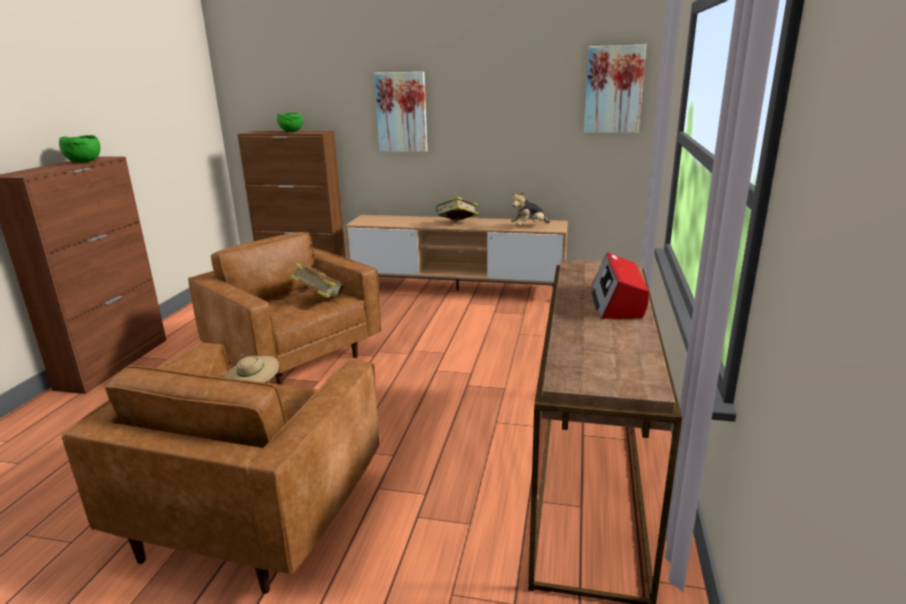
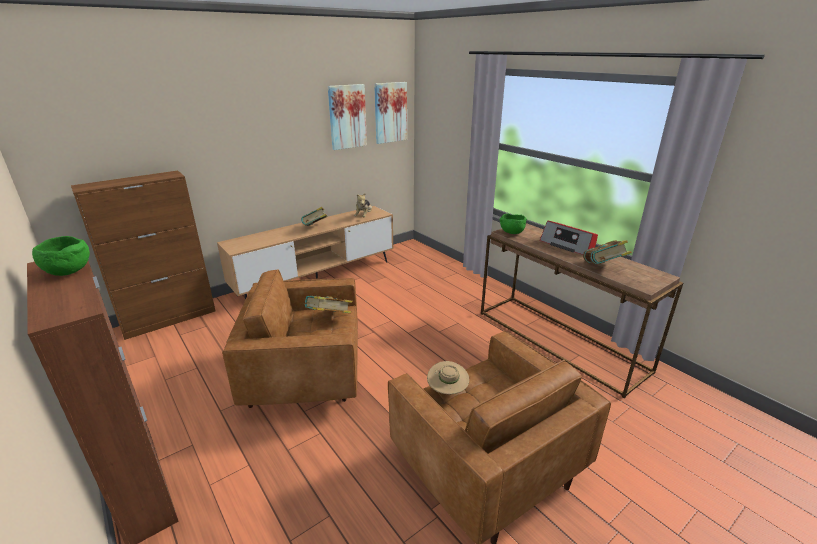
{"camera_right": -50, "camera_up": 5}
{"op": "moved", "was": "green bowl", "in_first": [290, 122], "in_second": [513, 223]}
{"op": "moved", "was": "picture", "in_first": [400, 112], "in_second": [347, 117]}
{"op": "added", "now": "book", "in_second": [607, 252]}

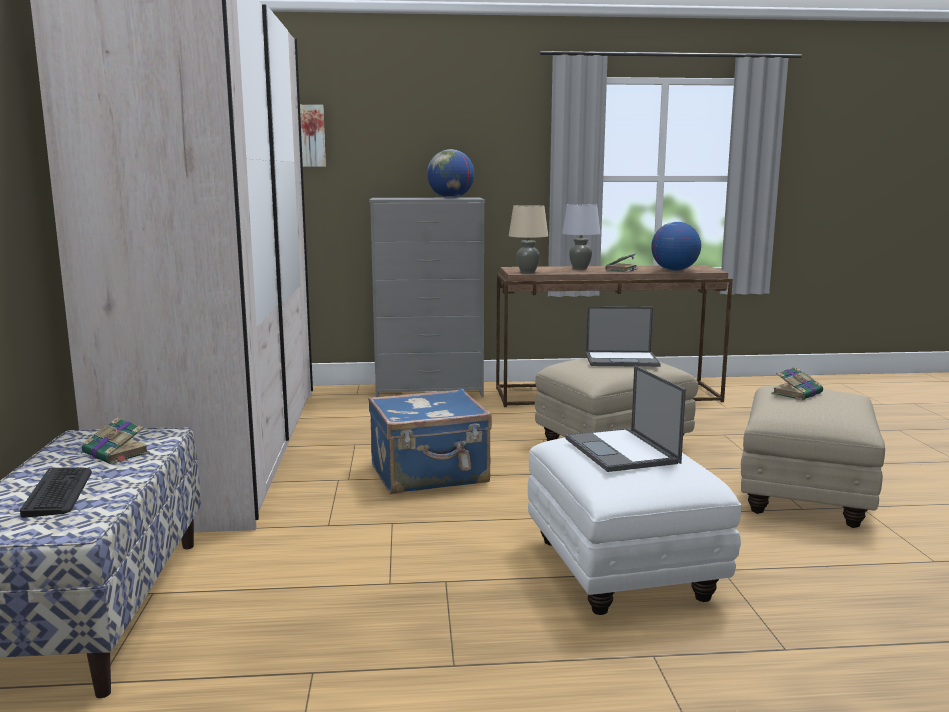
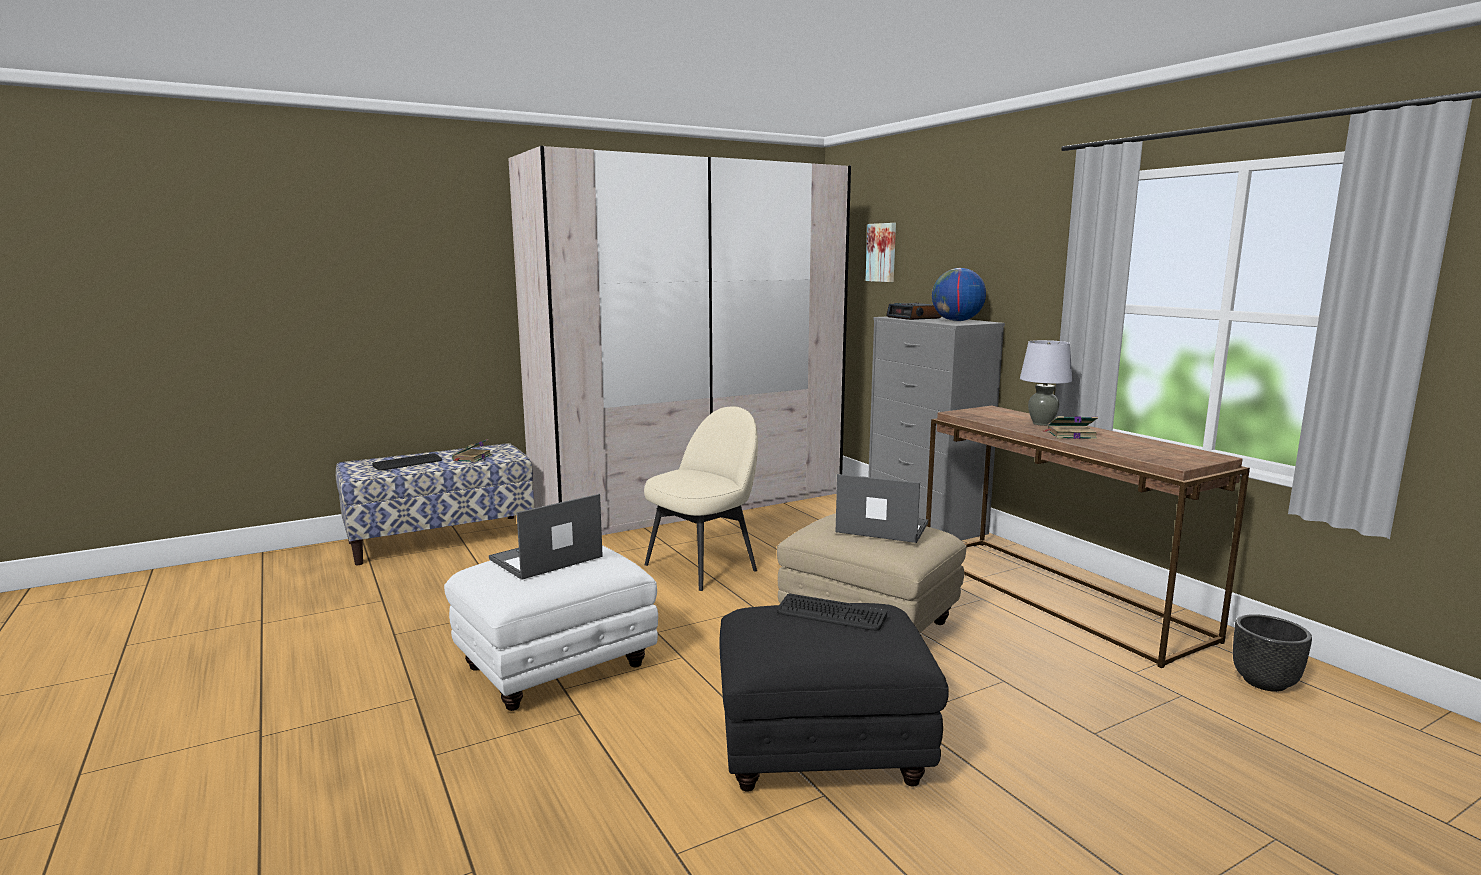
{"camera_right": 65, "camera_up": 0}
{"op": "replaced", "was": "blue suitcase", "now": "beige chair", "in_first": [430, 441], "in_second": [701, 498]}
{"op": "removed", "was": "beige table lamp", "in_first": [528, 239]}
{"op": "turned", "was": "laptop", "in_first": [623, 336], "in_second": [882, 508], "clockwise": 135}
{"op": "removed", "was": "globe", "in_first": [676, 246]}
{"op": "recoloured", "was": "beige ottoman", "now": "black ottoman", "in_first": [813, 457], "in_second": [834, 697]}
{"op": "replaced", "was": "book", "now": "keyboard", "in_first": [797, 383], "in_second": [832, 612]}
{"op": "added", "now": "alarm clock", "in_second": [913, 311]}
{"op": "added", "now": "black planter", "in_second": [1272, 653]}

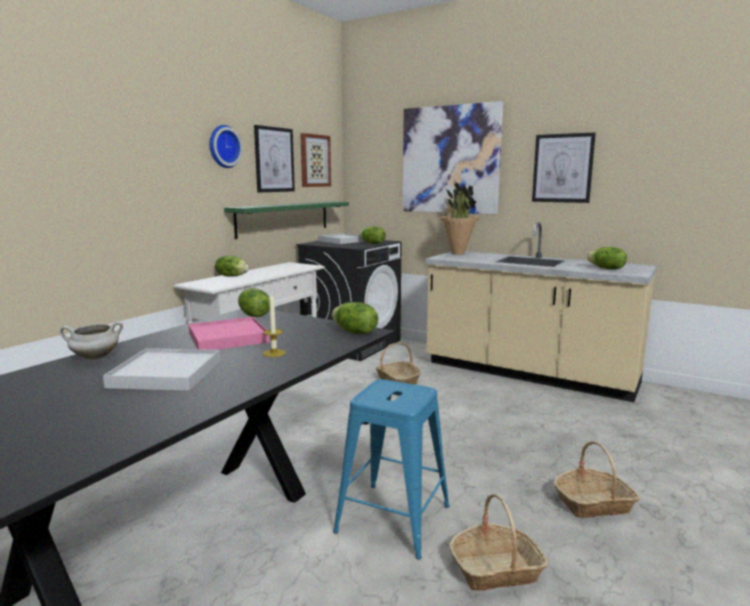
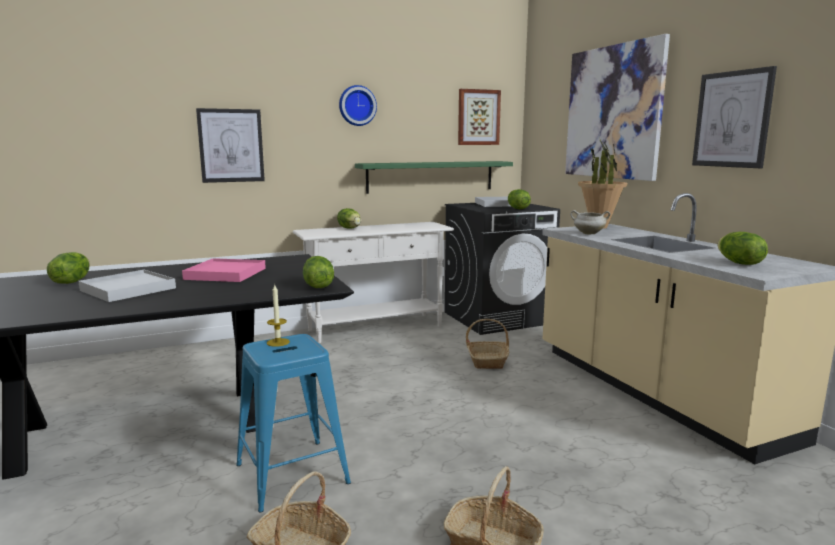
{"camera_right": 35, "camera_up": 0}
{"op": "moved", "was": "white cooking pot", "in_first": [91, 340], "in_second": [590, 222]}
{"op": "moved", "was": "lettuce", "in_first": [254, 302], "in_second": [68, 268]}
{"op": "moved", "was": "picture", "in_first": [274, 158], "in_second": [230, 145]}
{"op": "moved", "was": "candle", "in_first": [274, 325], "in_second": [278, 316]}

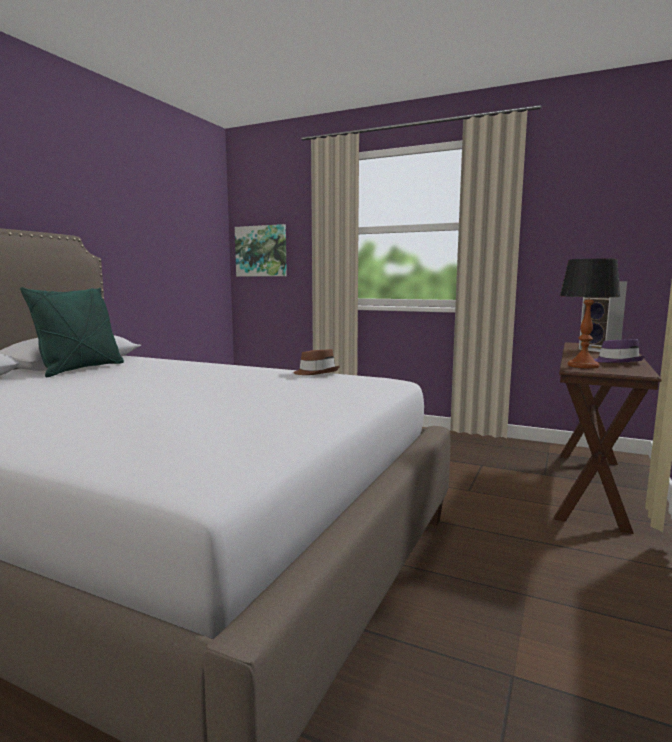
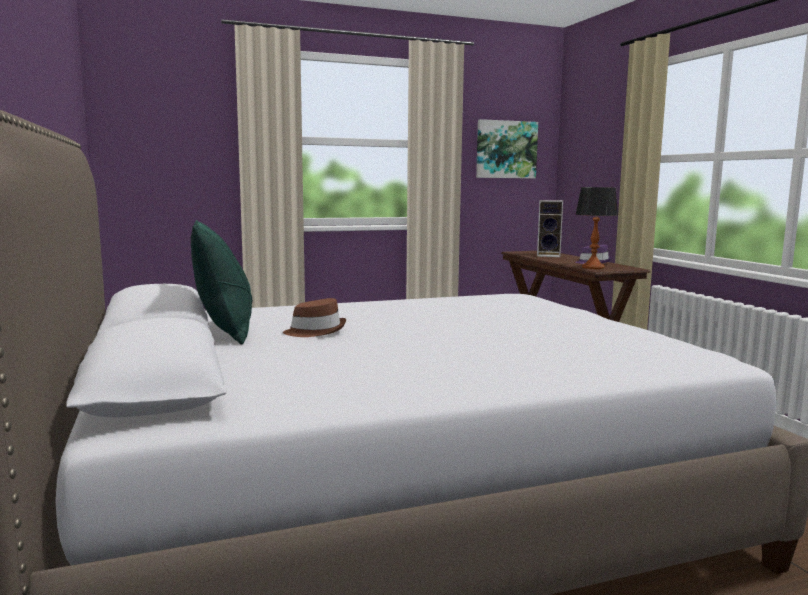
{"camera_right": -45, "camera_up": 0}
{"op": "moved", "was": "picture", "in_first": [261, 250], "in_second": [507, 148]}
{"op": "moved", "was": "brown hat", "in_first": [317, 362], "in_second": [314, 317]}

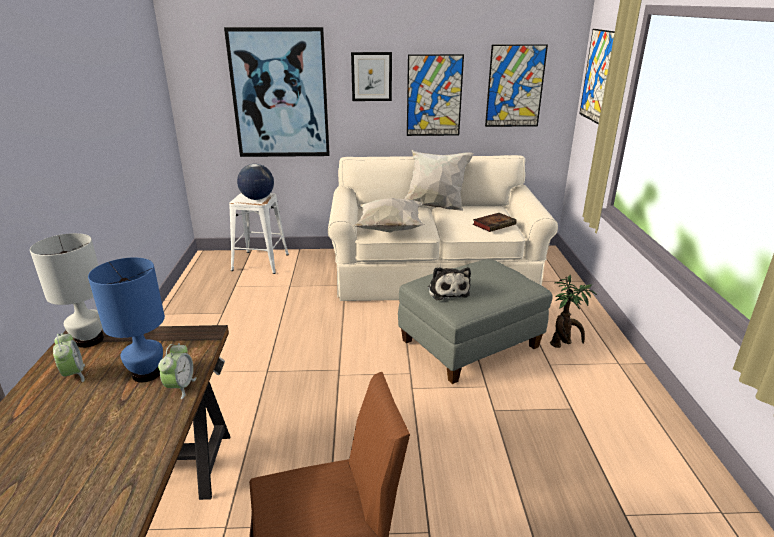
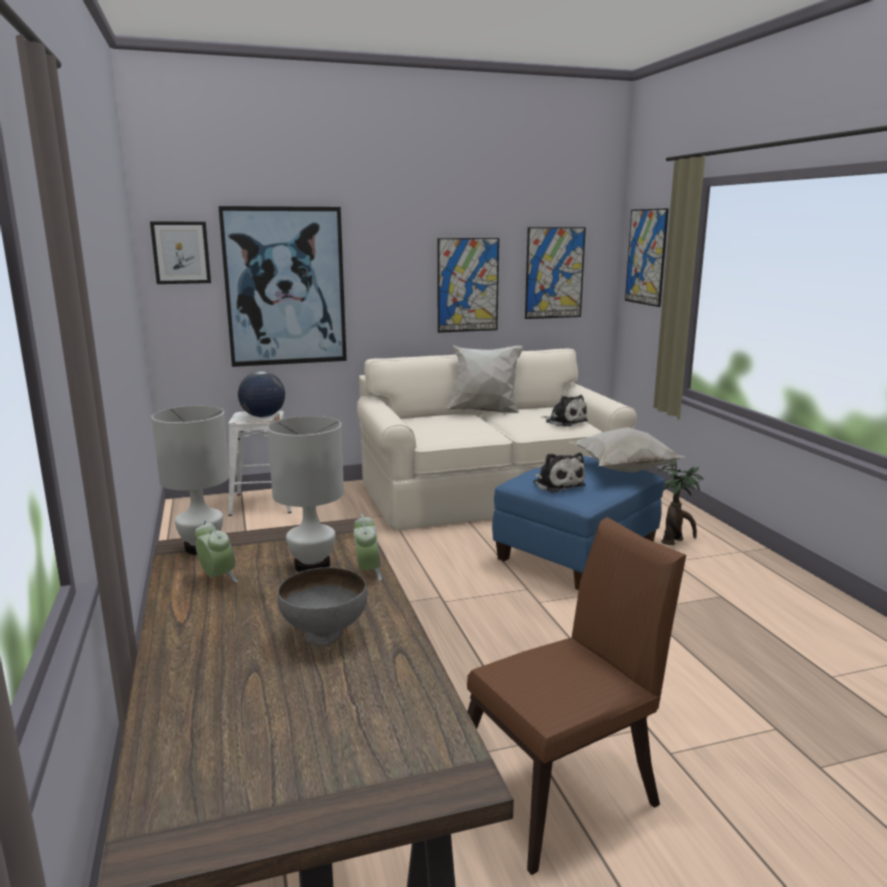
{"camera_right": -15, "camera_up": -10}
{"op": "recoloured", "was": "blue table lamp", "now": "white table lamp", "in_first": [126, 319], "in_second": [305, 494]}
{"op": "moved", "was": "picture", "in_first": [371, 76], "in_second": [180, 253]}
{"op": "moved", "was": "white pillow", "in_first": [388, 215], "in_second": [627, 450]}
{"op": "recoloured", "was": "grey ottoman", "now": "blue ottoman", "in_first": [475, 321], "in_second": [578, 523]}
{"op": "replaced", "was": "book", "now": "plush toy", "in_first": [494, 222], "in_second": [565, 411]}
{"op": "added", "now": "grey bowl", "in_second": [322, 606]}

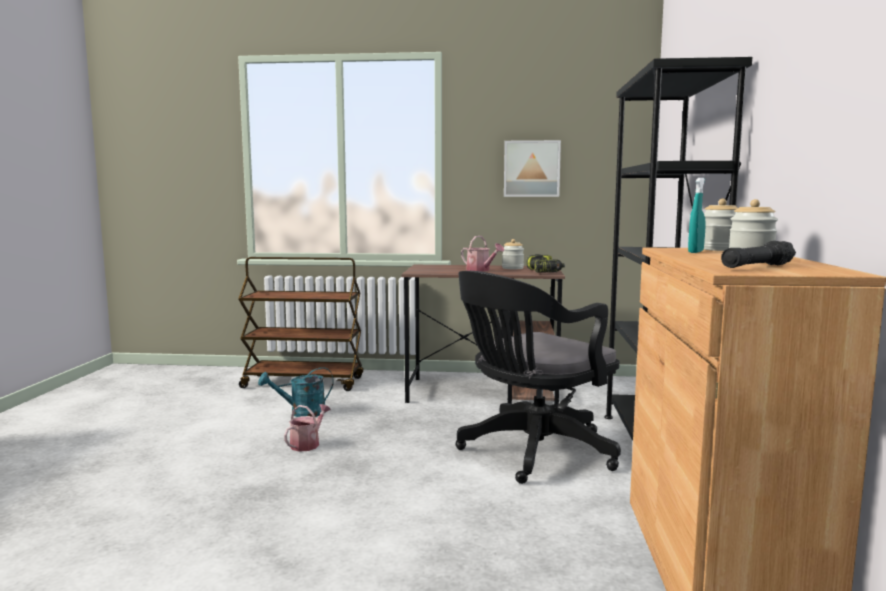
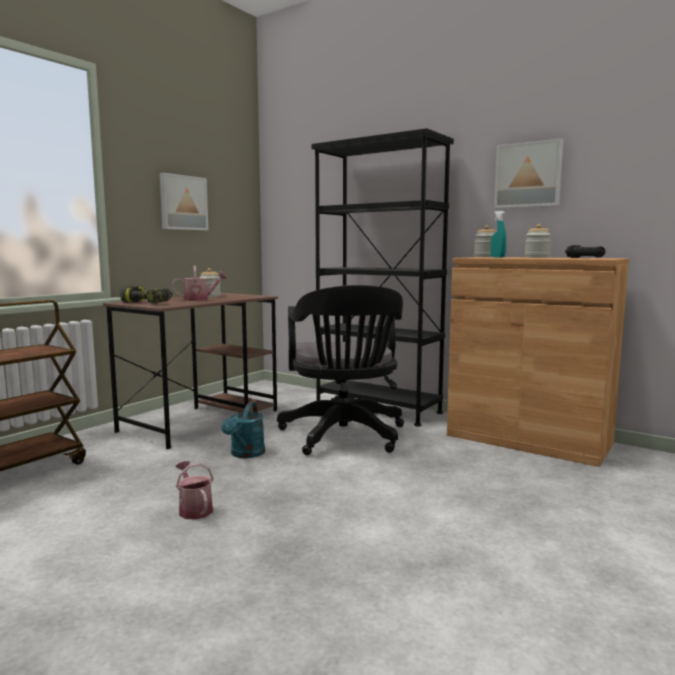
{"camera_right": -60, "camera_up": 0}
{"op": "moved", "was": "turquoise watering can", "in_first": [296, 392], "in_second": [243, 430]}
{"op": "moved", "was": "power drill", "in_first": [545, 263], "in_second": [146, 294]}
{"op": "added", "now": "picture", "in_second": [528, 173]}

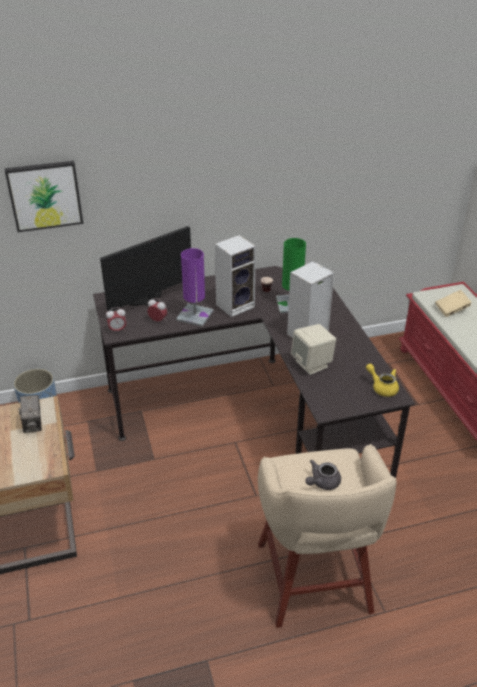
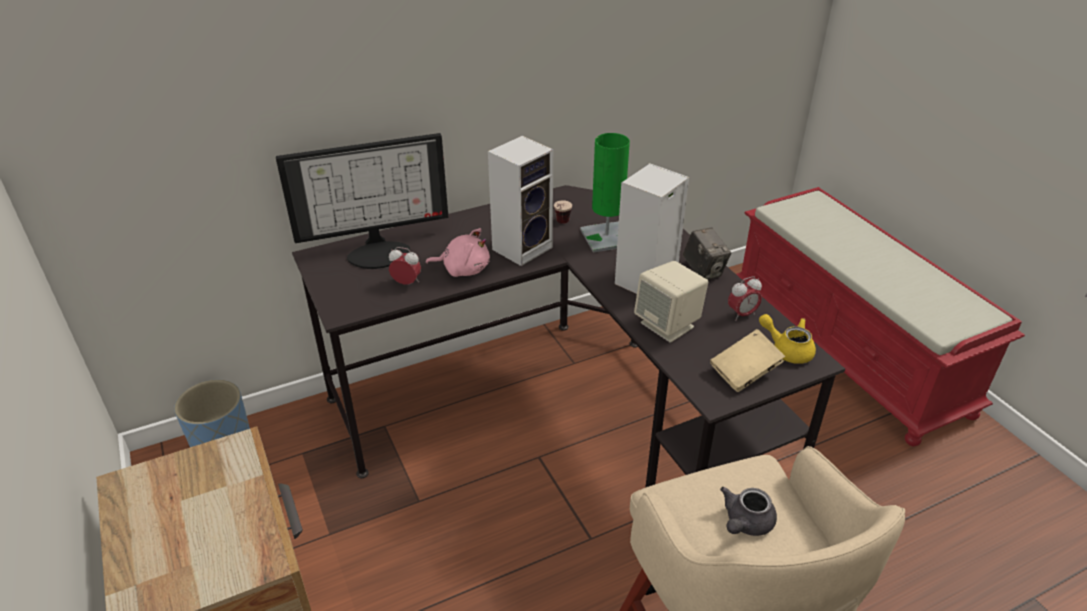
{"camera_right": -10, "camera_up": 0}
{"op": "removed", "was": "picture", "in_first": [44, 196]}
{"op": "moved", "was": "photo camera", "in_first": [30, 414], "in_second": [707, 254]}
{"op": "turned", "was": "monitor", "in_first": [145, 268], "in_second": [362, 201], "clockwise": -150}
{"op": "moved", "was": "alarm clock", "in_first": [116, 320], "in_second": [745, 298]}
{"op": "replaced", "was": "purple table lamp", "now": "pink plush toy", "in_first": [195, 287], "in_second": [458, 252]}
{"op": "moved", "was": "beige book", "in_first": [453, 303], "in_second": [747, 360]}

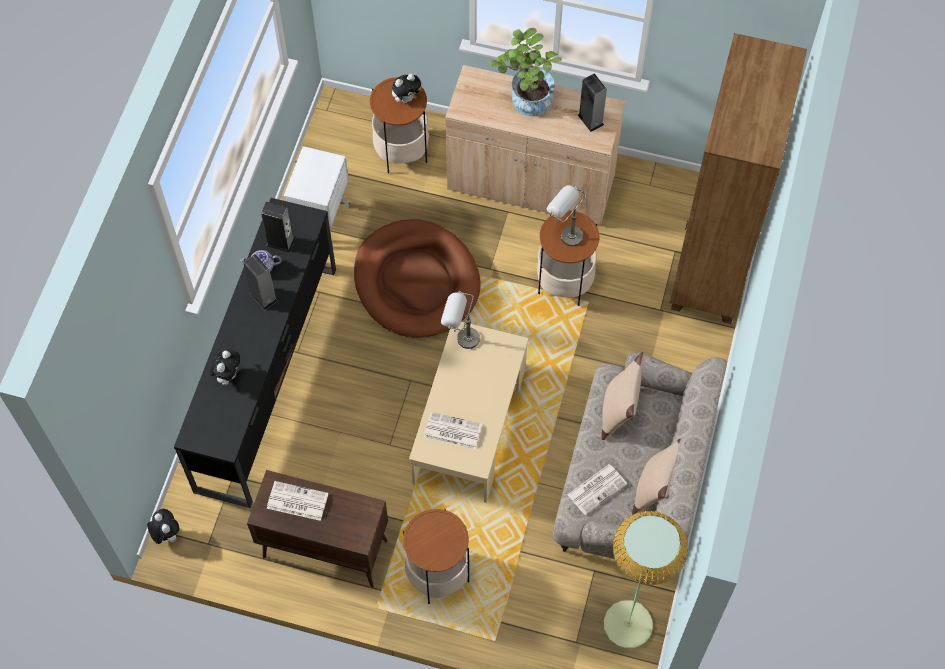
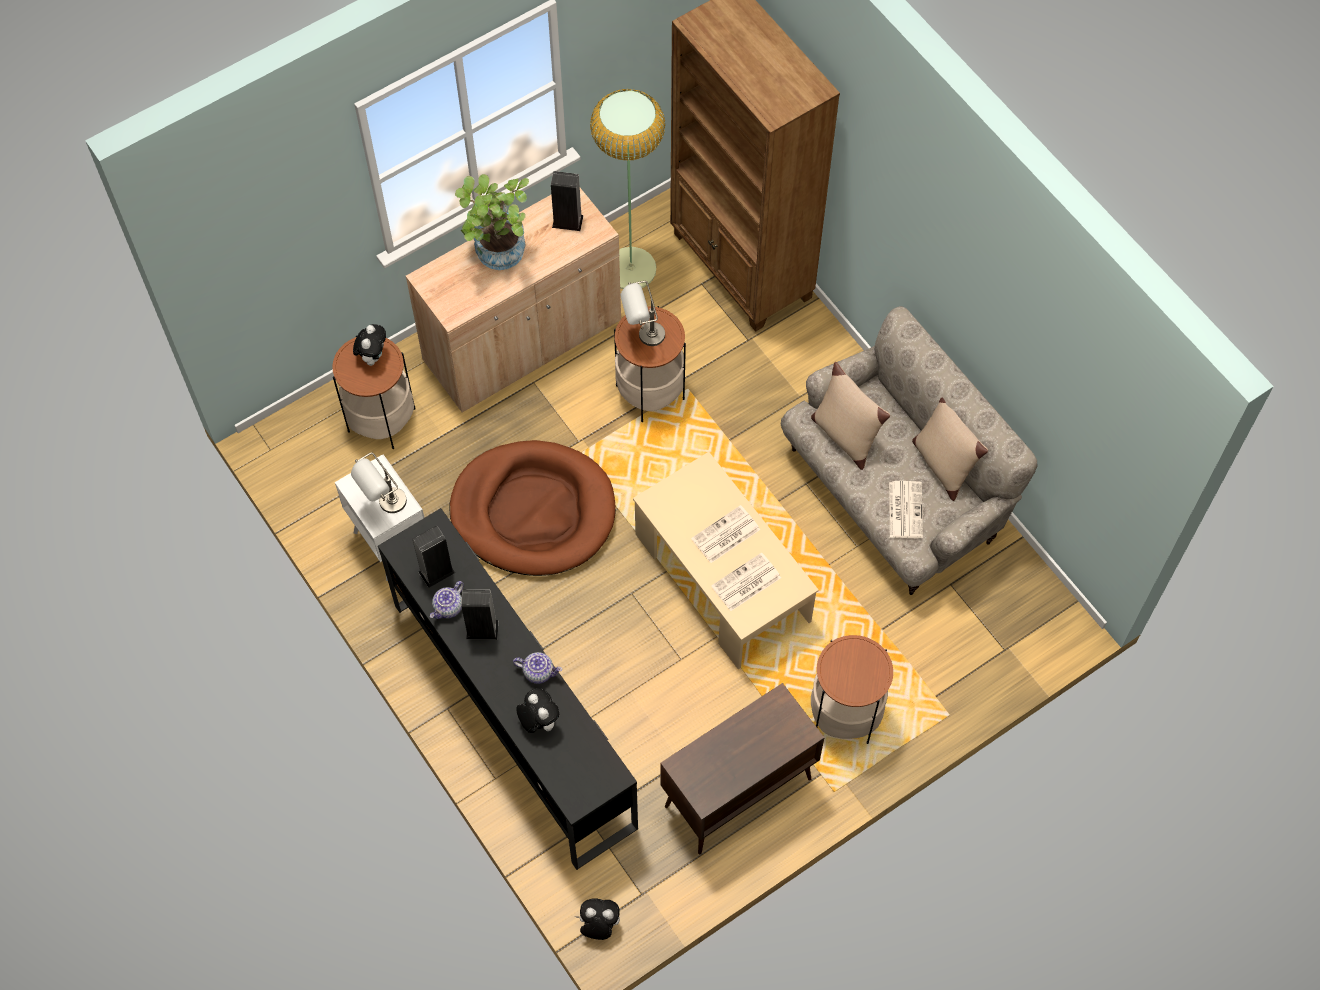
{"camera_right": -50, "camera_up": 0}
{"op": "moved", "was": "newspaper", "in_first": [297, 501], "in_second": [725, 534]}
{"op": "moved", "was": "grey table lamp", "in_first": [460, 320], "in_second": [379, 482]}
{"op": "moved", "was": "floor lamp", "in_first": [646, 580], "in_second": [628, 189]}
{"op": "added", "now": "teapot", "in_second": [538, 668]}

